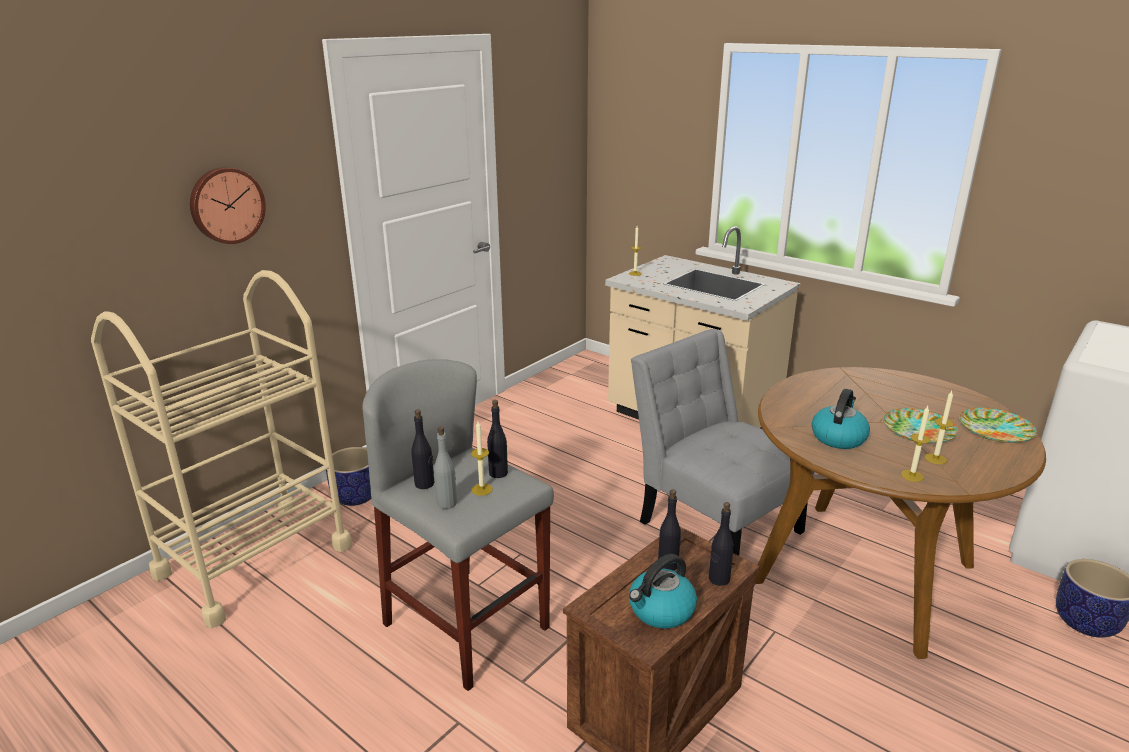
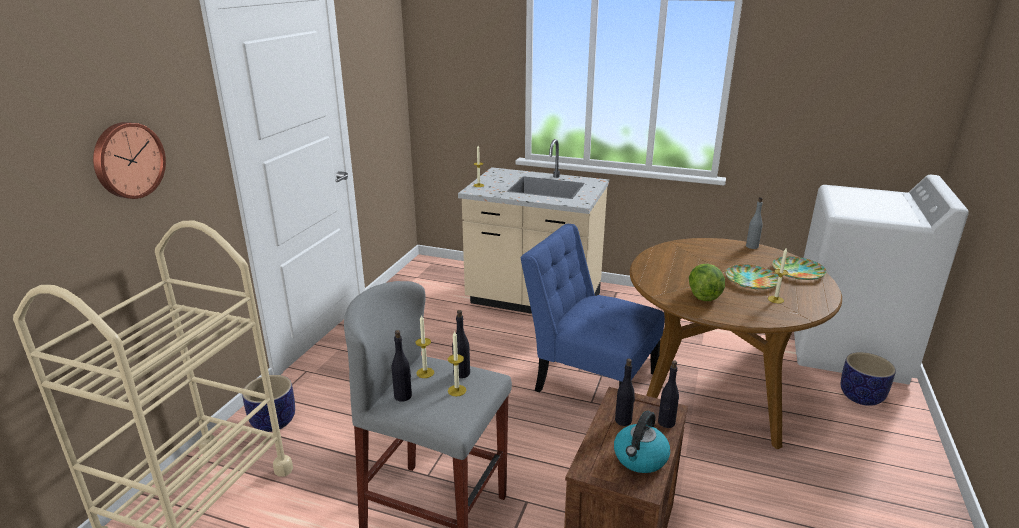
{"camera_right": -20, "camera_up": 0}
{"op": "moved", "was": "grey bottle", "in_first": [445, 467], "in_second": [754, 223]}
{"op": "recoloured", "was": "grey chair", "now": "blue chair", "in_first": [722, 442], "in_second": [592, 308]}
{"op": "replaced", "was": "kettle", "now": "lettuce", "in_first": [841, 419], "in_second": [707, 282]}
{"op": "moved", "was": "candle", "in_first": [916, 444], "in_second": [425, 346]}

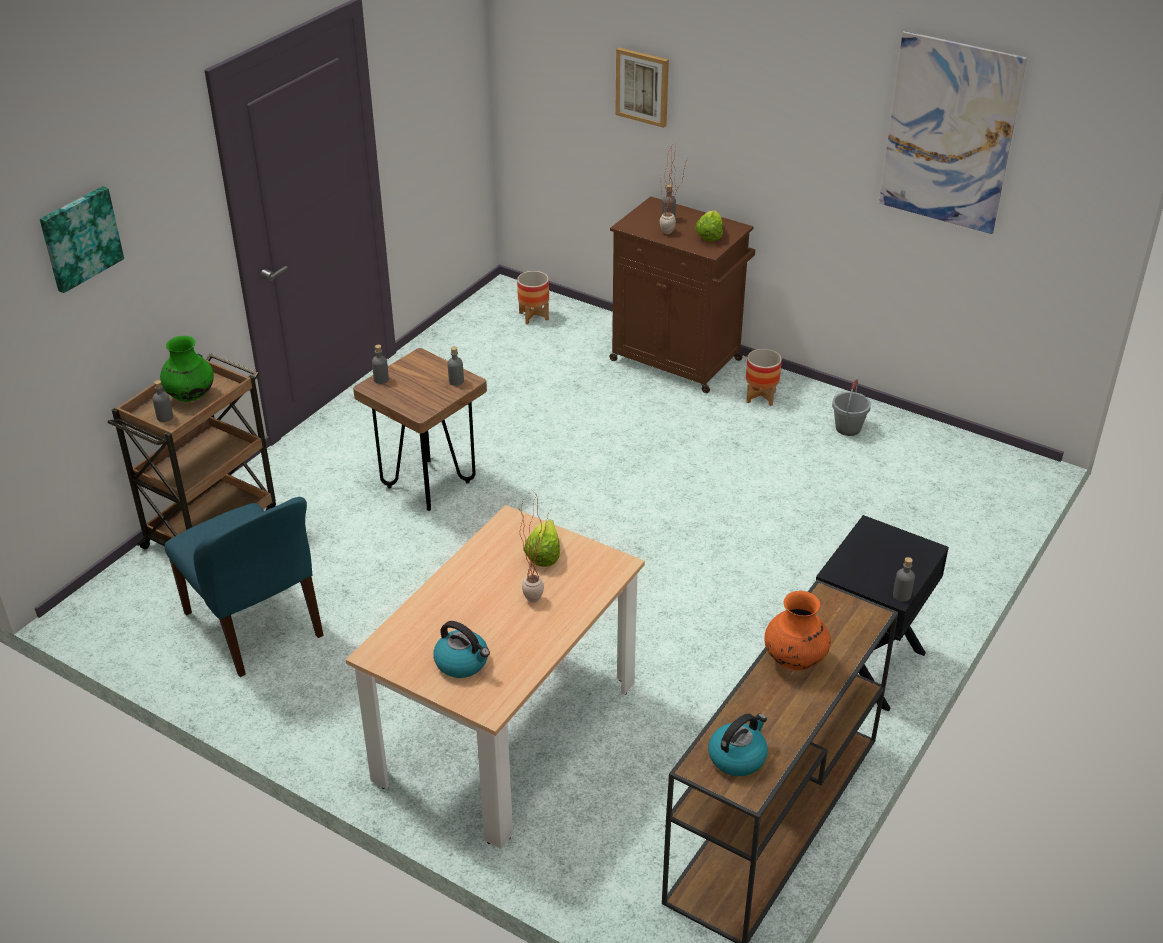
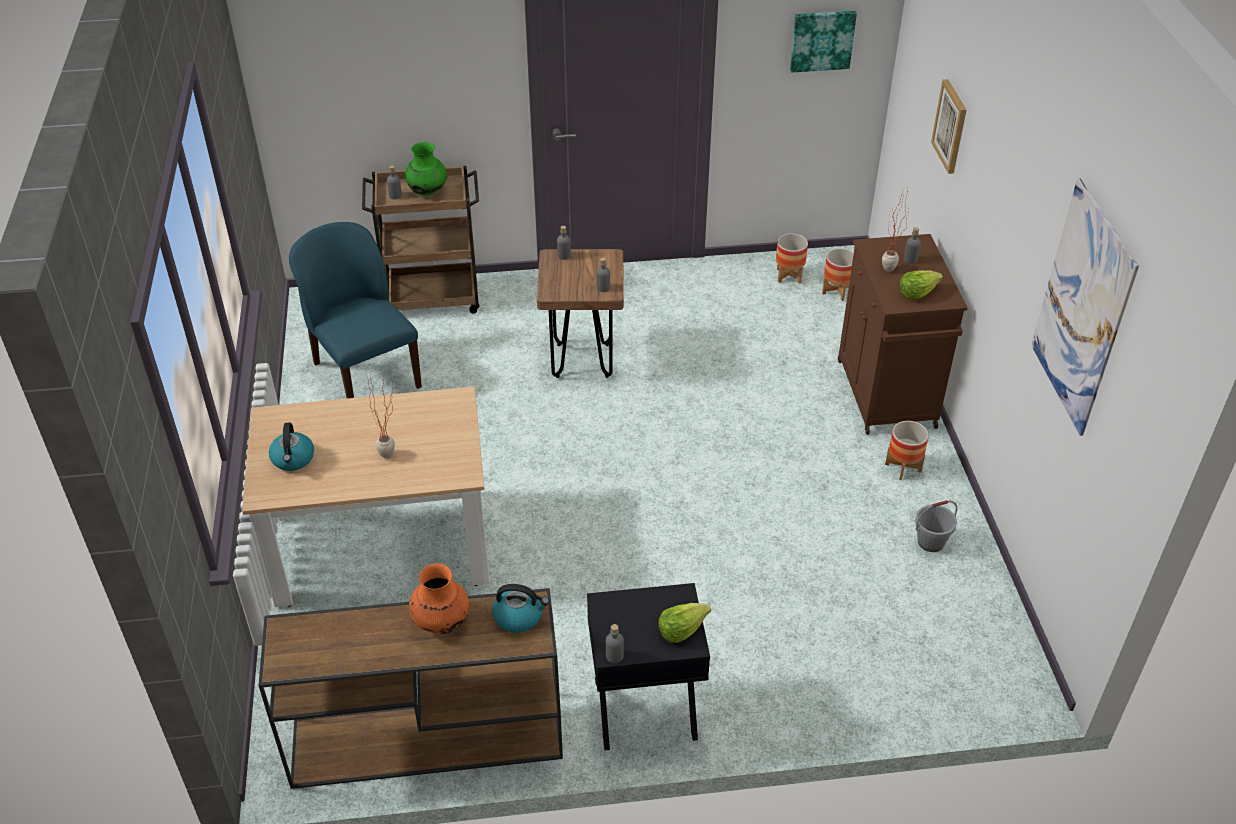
{"camera_right": 50, "camera_up": 5}
{"op": "moved", "was": "picture", "in_first": [82, 239], "in_second": [823, 42]}
{"op": "turned", "was": "blue chair", "in_first": [244, 587], "in_second": [355, 310], "clockwise": 135}
{"op": "moved", "was": "lettuce", "in_first": [541, 543], "in_second": [685, 623]}
{"op": "moved", "was": "kettle", "in_first": [738, 745], "in_second": [520, 608]}
{"op": "added", "now": "planter", "in_second": [792, 258]}

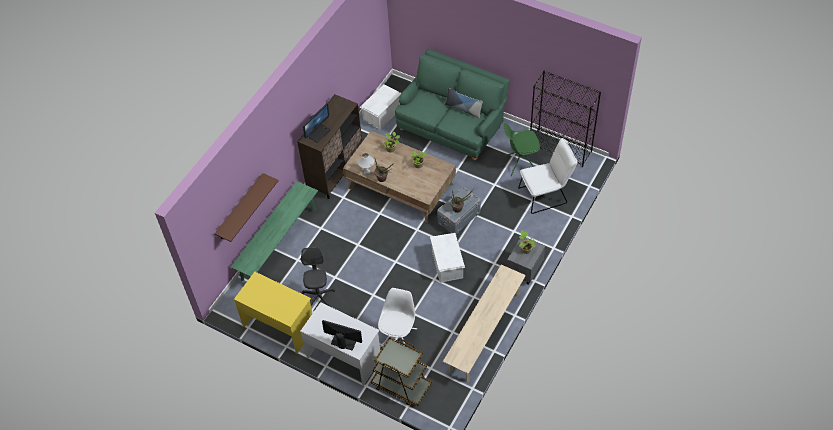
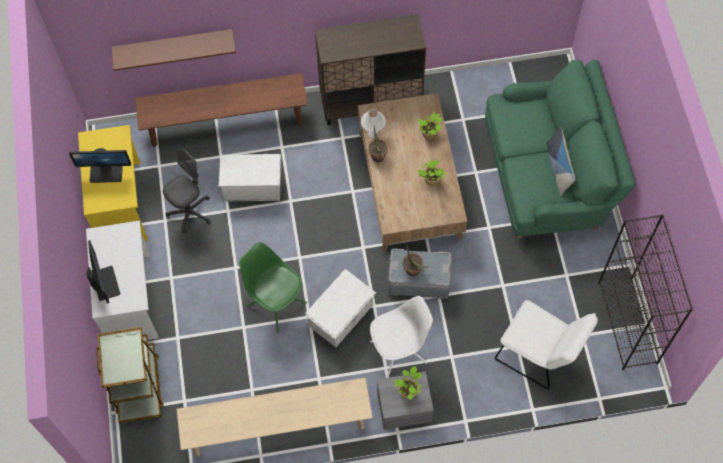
{"camera_right": 50, "camera_up": 10}
{"op": "recoloured", "was": "green bench", "now": "brown bench", "in_first": [274, 231], "in_second": [221, 110]}
{"op": "moved", "was": "monitor", "in_first": [317, 123], "in_second": [100, 165]}
{"op": "moved", "was": "white storage box", "in_first": [380, 107], "in_second": [250, 177]}
{"op": "moved", "was": "white chair", "in_first": [397, 318], "in_second": [401, 337]}
{"op": "moved", "was": "green chair", "in_first": [522, 149], "in_second": [273, 287]}

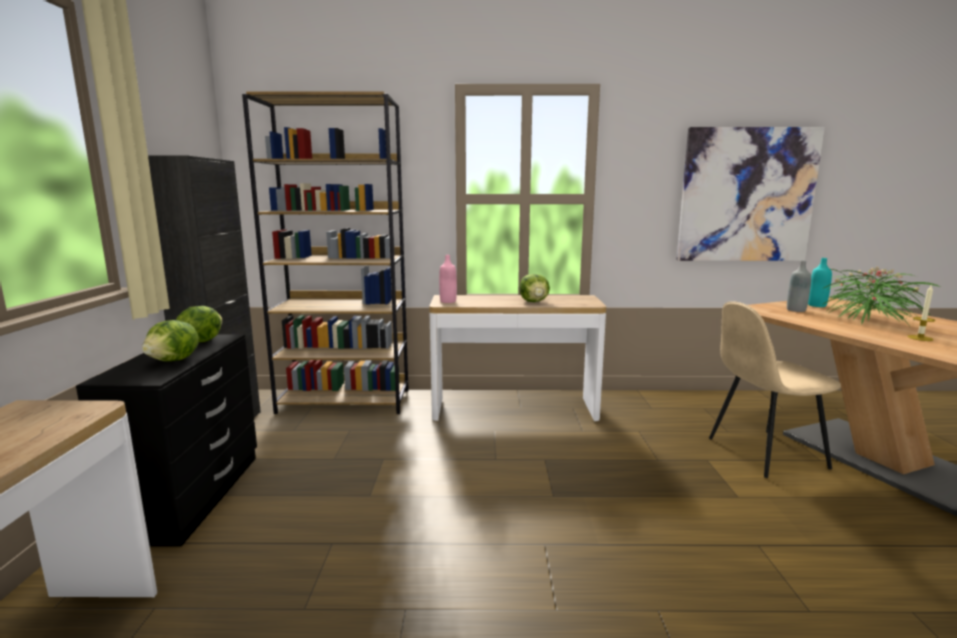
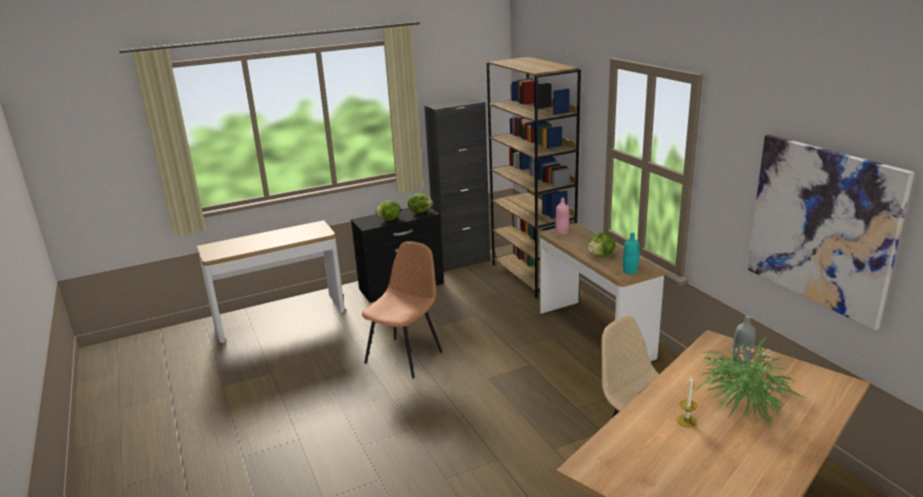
{"camera_right": 65, "camera_up": 10}
{"op": "moved", "was": "turquoise bottle", "in_first": [820, 282], "in_second": [631, 253]}
{"op": "added", "now": "brown chair", "in_second": [402, 309]}

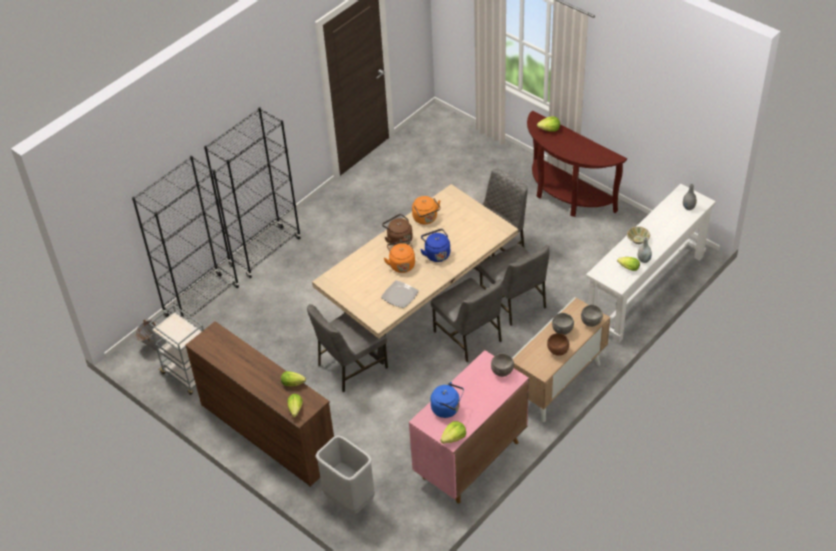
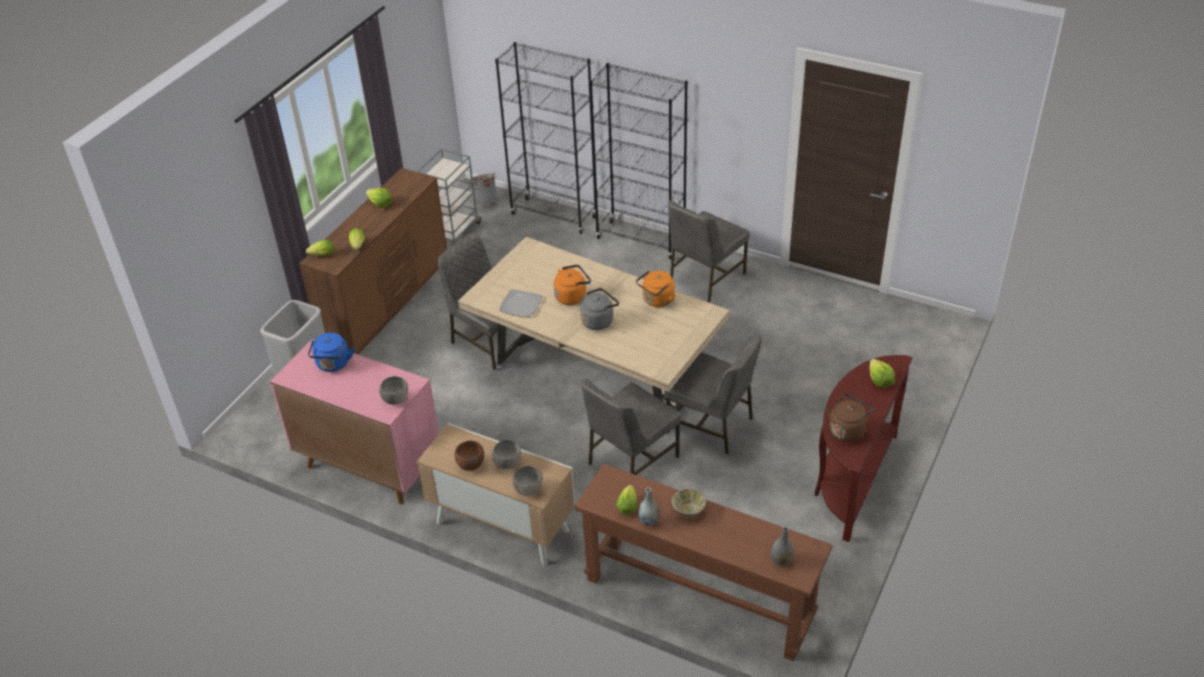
{"camera_right": 75, "camera_up": -5}
{"op": "moved", "was": "brown kettle", "in_first": [397, 230], "in_second": [849, 418]}
{"op": "recoloured", "was": "blue kettle", "now": "grey kettle", "in_first": [435, 245], "in_second": [599, 309]}
{"op": "moved", "was": "grey chair", "in_first": [467, 320], "in_second": [709, 251]}
{"op": "moved", "was": "lettuce", "in_first": [453, 432], "in_second": [379, 198]}
{"op": "recoloured", "was": "white console table", "now": "brown console table", "in_first": [651, 263], "in_second": [704, 562]}

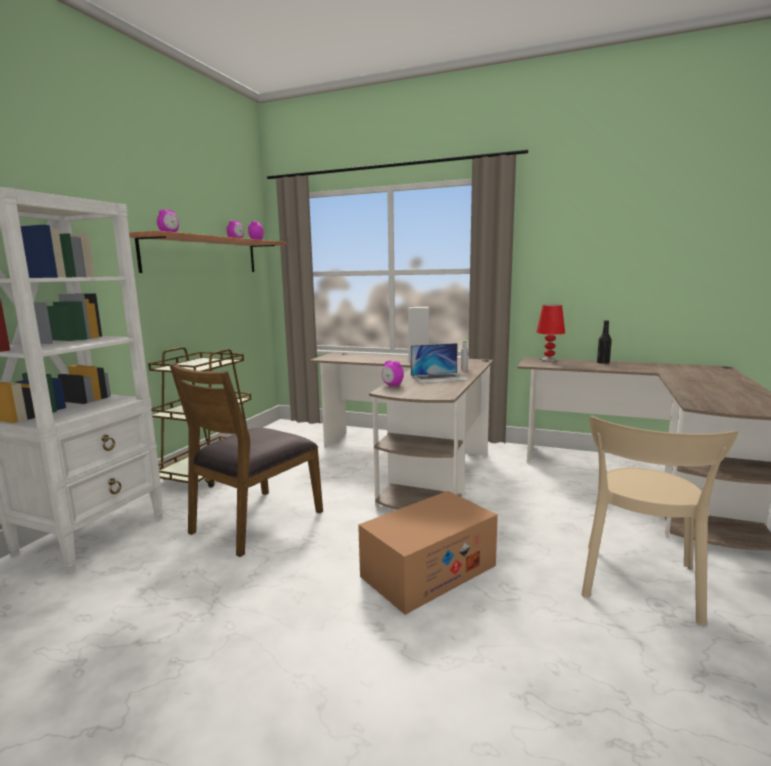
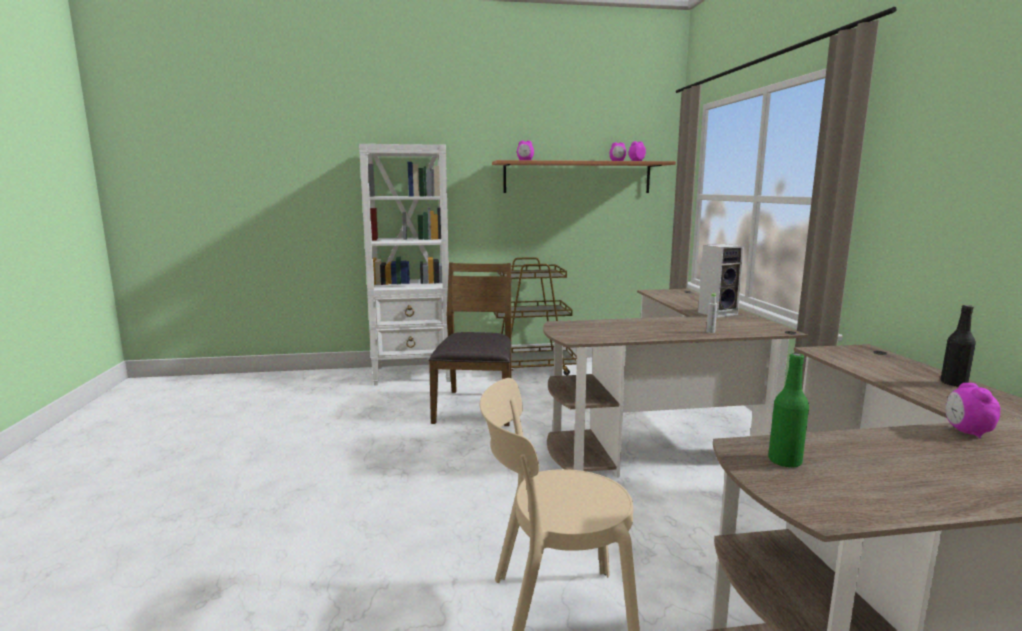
{"camera_right": 60, "camera_up": 0}
{"op": "turned", "was": "brown chair", "in_first": [246, 460], "in_second": [470, 344], "clockwise": 90}
{"op": "removed", "was": "cardboard box", "in_first": [428, 553]}
{"op": "moved", "was": "alarm clock", "in_first": [393, 373], "in_second": [972, 410]}
{"op": "removed", "was": "laptop", "in_first": [440, 363]}
{"op": "removed", "was": "red table lamp", "in_first": [550, 333]}
{"op": "added", "now": "green bottle", "in_second": [788, 410]}

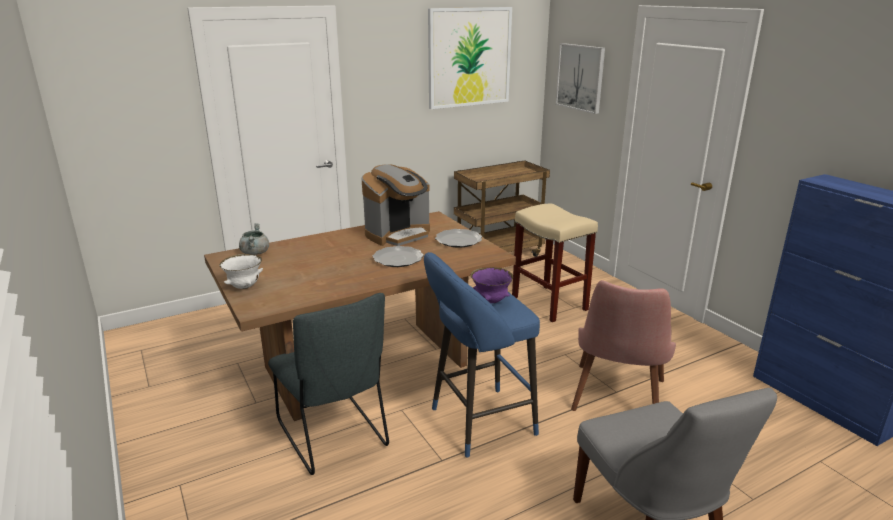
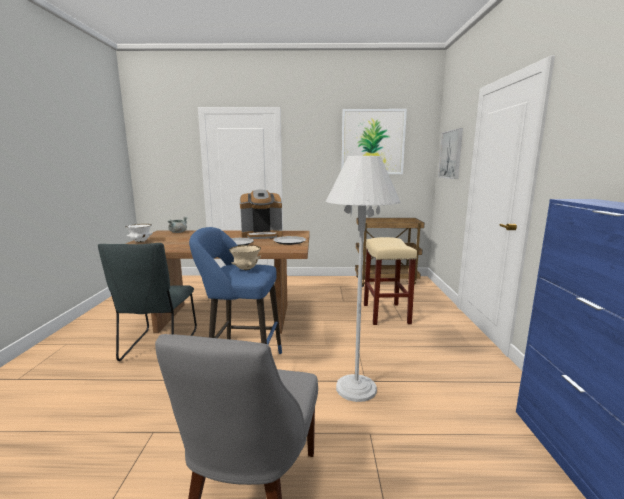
{"camera_right": 30, "camera_up": -10}
{"op": "recoloured", "was": "purple bowl", "now": "beige bowl", "in_first": [492, 285], "in_second": [245, 257]}
{"op": "replaced", "was": "pink chair", "now": "white floor lamp", "in_first": [623, 345], "in_second": [363, 279]}

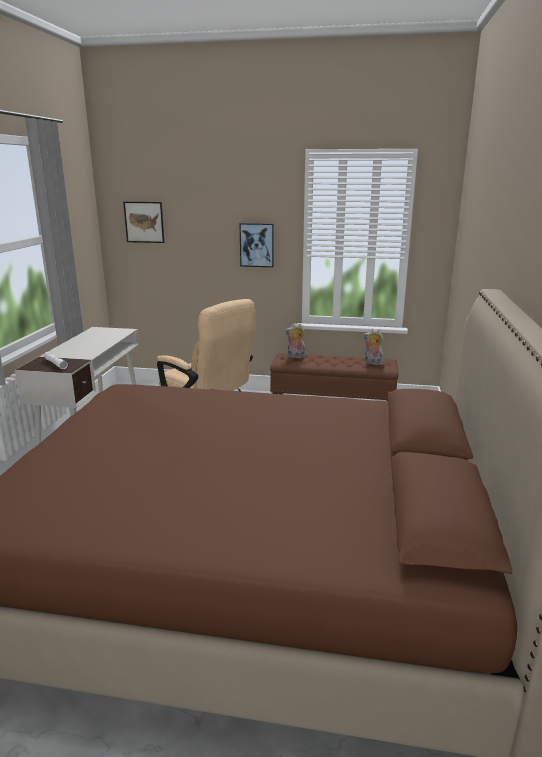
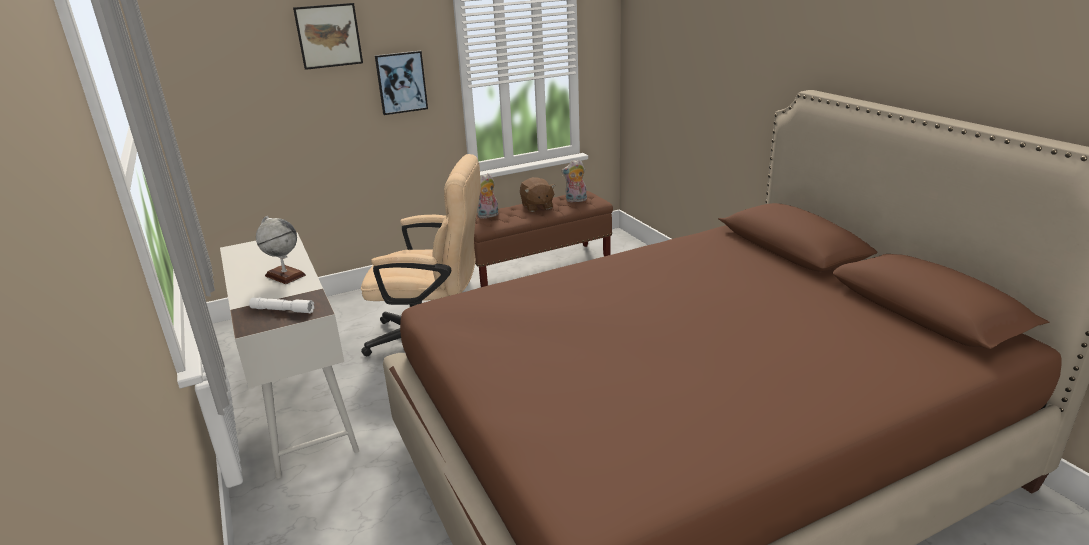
{"camera_right": -35, "camera_up": 5}
{"op": "moved", "was": "picture", "in_first": [144, 222], "in_second": [328, 36]}
{"op": "added", "now": "globe", "in_second": [281, 250]}
{"op": "added", "now": "brown plush toy", "in_second": [537, 194]}

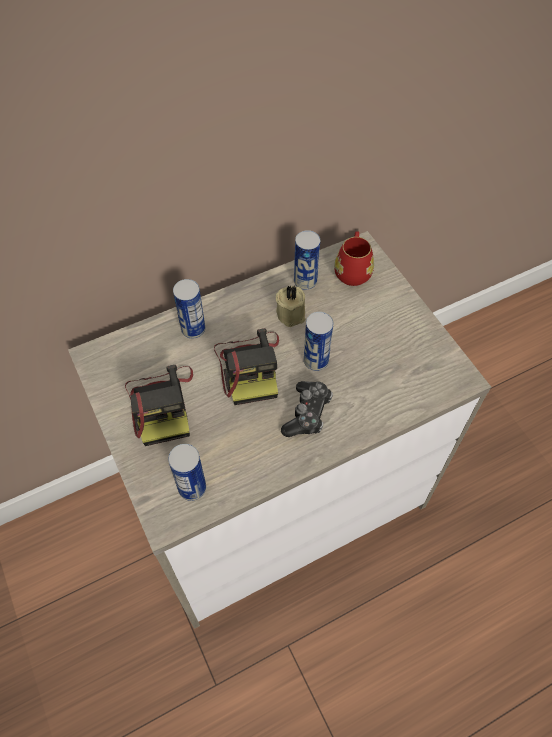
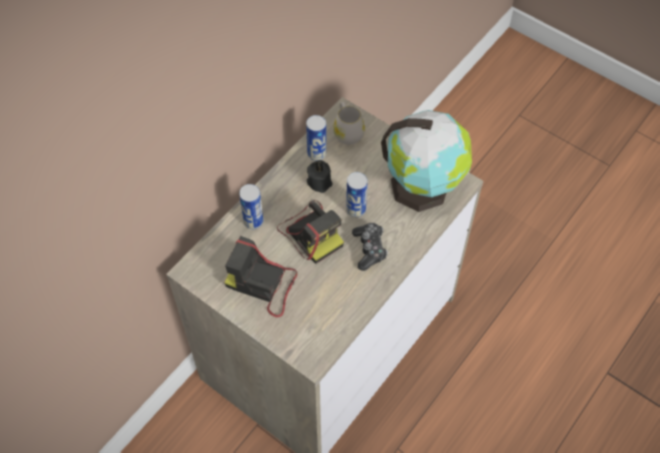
{"camera_right": -25, "camera_up": 0}
{"op": "turned", "was": "photo camera", "in_first": [159, 405], "in_second": [260, 276], "clockwise": 150}
{"op": "removed", "was": "can", "in_first": [187, 472]}
{"op": "recoloured", "was": "beige candle", "now": "black candle", "in_first": [290, 306], "in_second": [319, 176]}
{"op": "recoloured", "was": "red mug", "now": "white mug", "in_first": [354, 258], "in_second": [349, 123]}
{"op": "added", "now": "globe", "in_second": [426, 161]}

